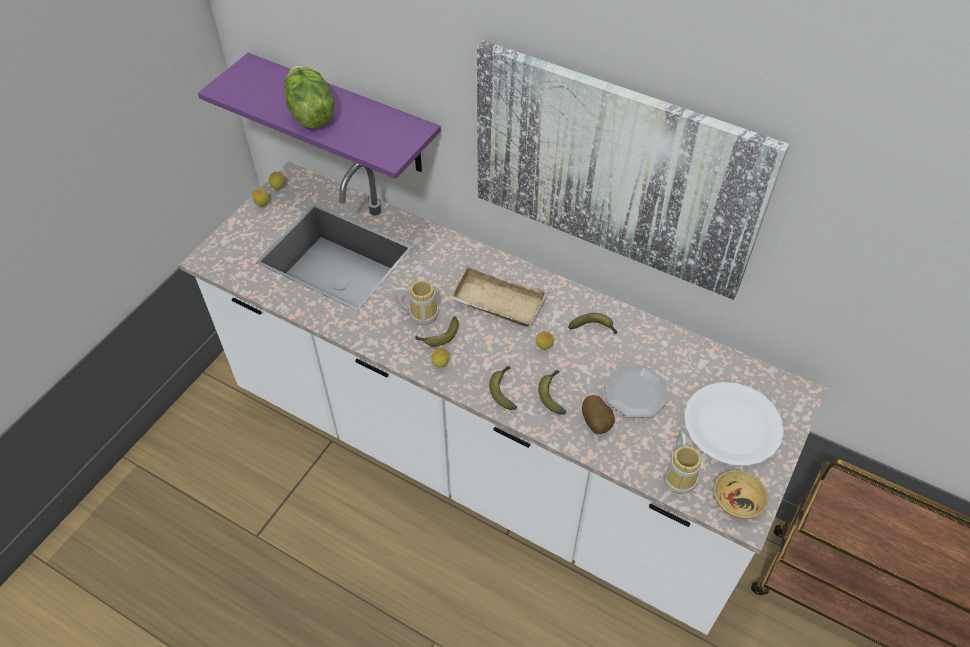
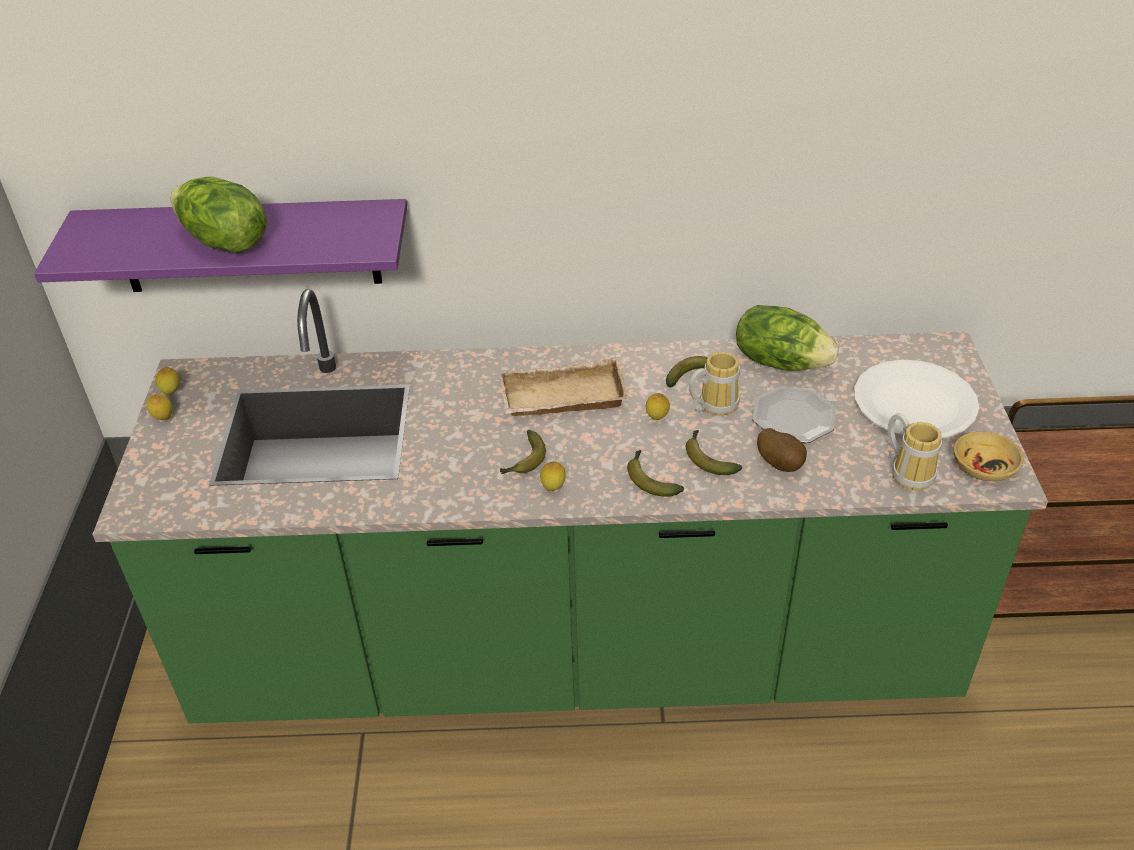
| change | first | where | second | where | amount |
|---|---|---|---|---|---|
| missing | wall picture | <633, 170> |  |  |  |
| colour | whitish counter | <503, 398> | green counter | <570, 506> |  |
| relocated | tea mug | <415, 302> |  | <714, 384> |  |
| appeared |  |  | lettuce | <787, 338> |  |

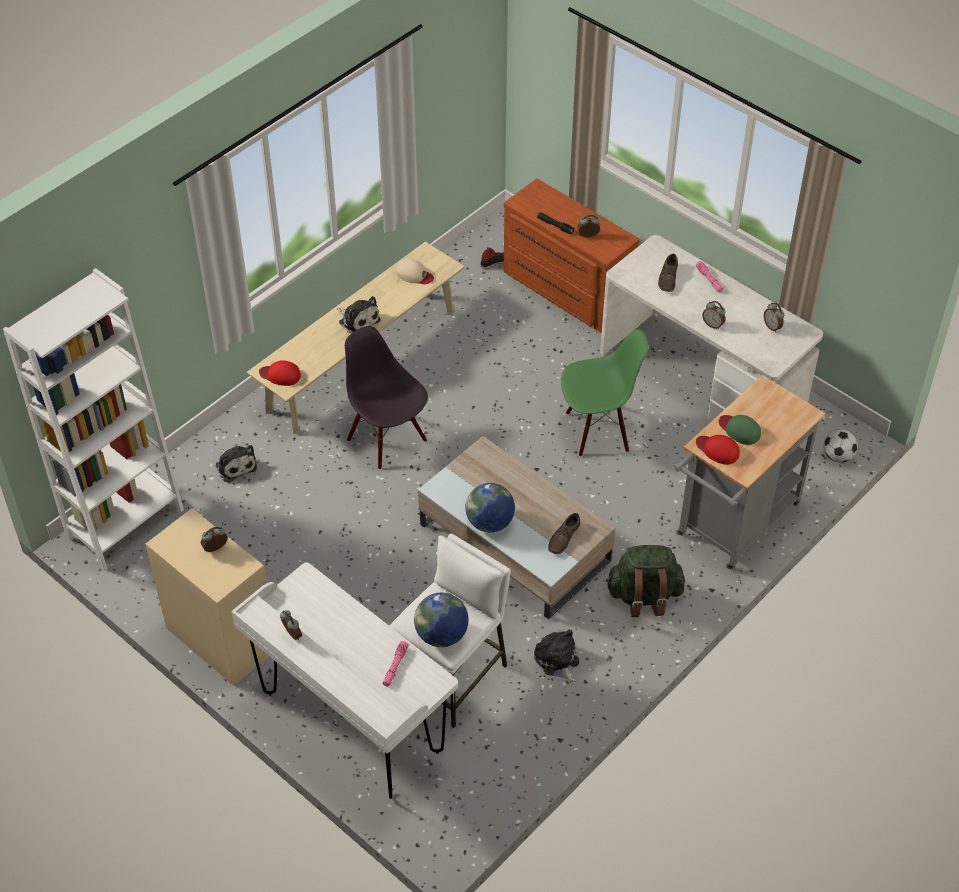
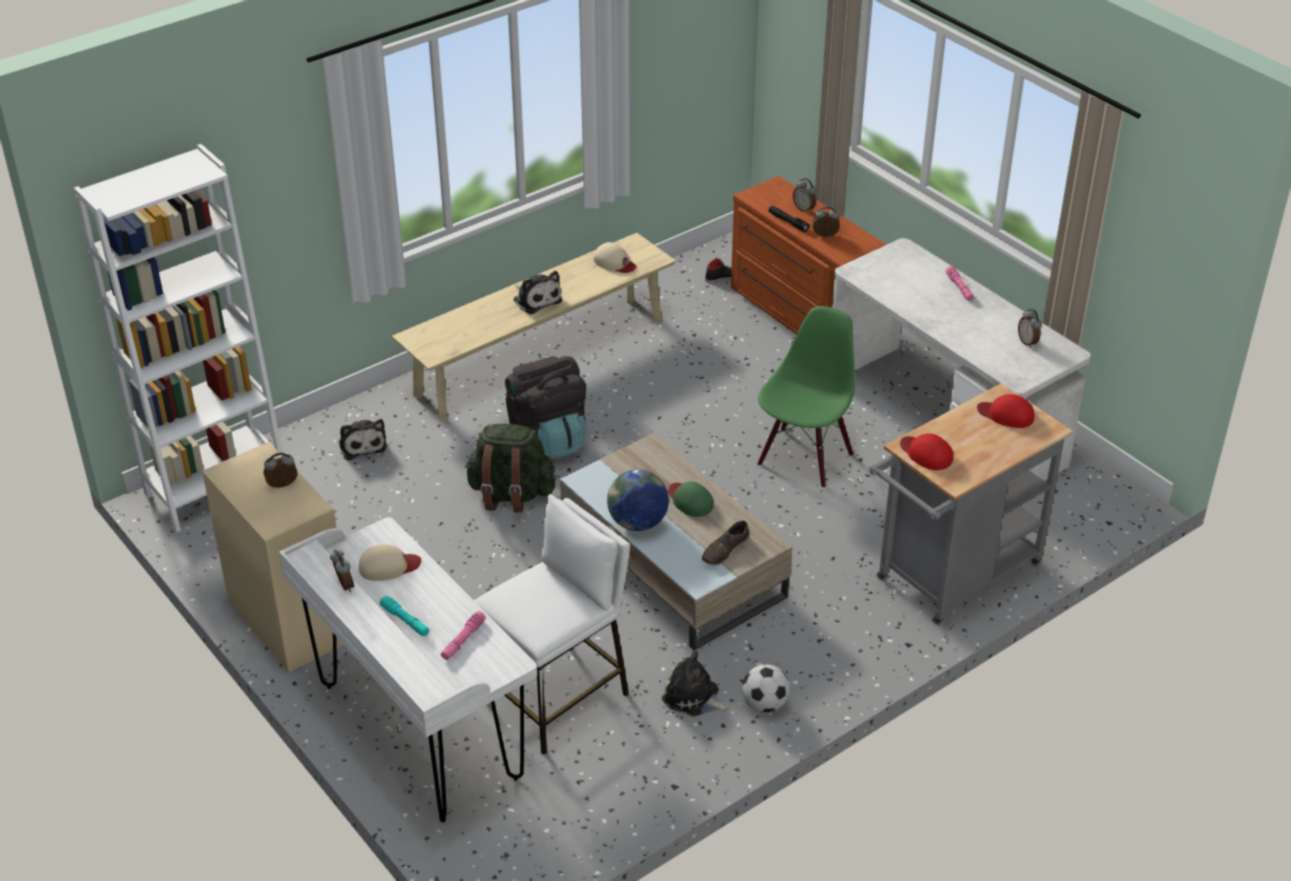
| change | first | where | second | where | amount |
|---|---|---|---|---|---|
| missing | brown item of footwear | <668, 273> |  |  |  |
| relocated | table clock | <714, 315> |  | <804, 195> |  |
| exchanged | black upright chair | <386, 398> | black rucksack | <545, 407> |  |
| spun | green upright chair | <604, 393> |  | <806, 397> | 60 degrees counterclockwise |
| relocated | reddish baseball cap | <280, 373> |  | <1005, 411> |  |
| relocated | green baseball cap | <740, 430> |  | <691, 499> |  |
| relocated | football ball | <841, 446> |  | <766, 688> |  |
| relocated | green rucksack | <645, 581> |  | <510, 468> |  |
| missing | world globe | <441, 620> |  |  |  |
| spun | plush toy | <556, 656> |  | <696, 683> | 45 degrees counterclockwise |
| appeared |  |  | beige baseball cap | <390, 562> |  |
| appeared |  |  | turquoise-coloured torch | <404, 616> |  |

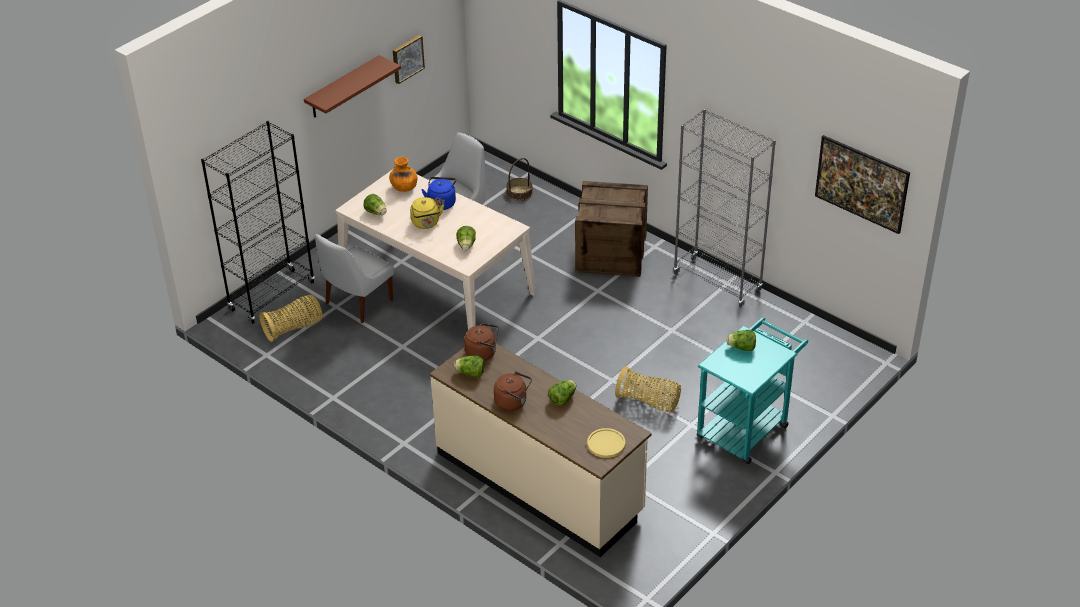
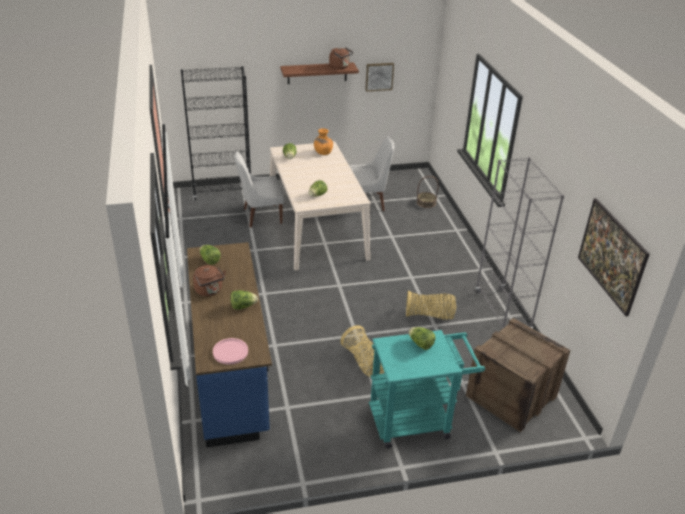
| change | first | where | second | where | amount |
|---|---|---|---|---|---|
| missing | blue water kettle | <438, 193> |  |  |  |
| relocated | crate | <611, 229> |  | <518, 375> |  |
| missing | yellowish water kettle | <427, 213> |  |  |  |
| relocated | household basket | <291, 318> |  | <431, 305> |  |
| relocated | brown water kettle | <481, 342> |  | <341, 58> |  |
| colour | beige counter | <541, 450> | blue counter | <229, 345> |  |
| colour | yellowish dinner plate | <606, 443> | pinkish dinner plate | <230, 351> |  |

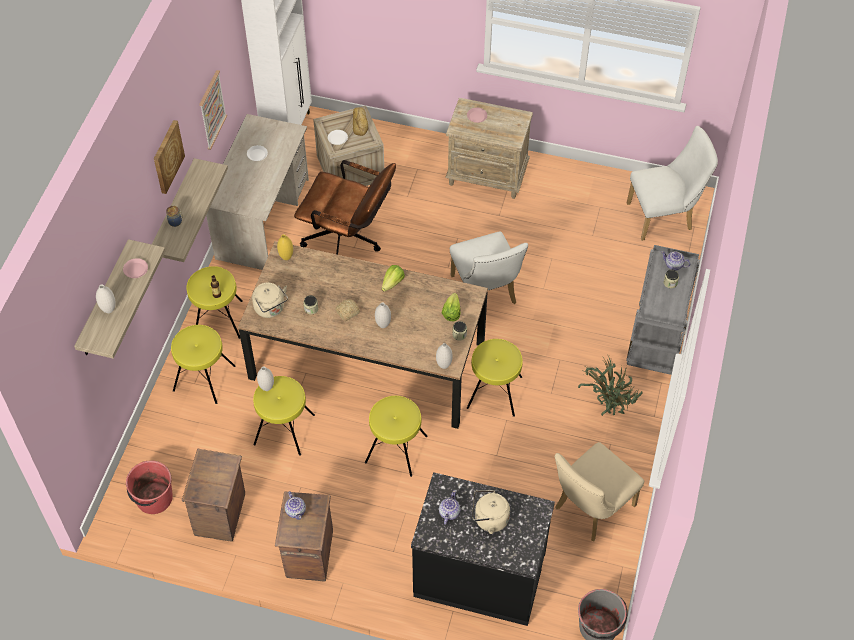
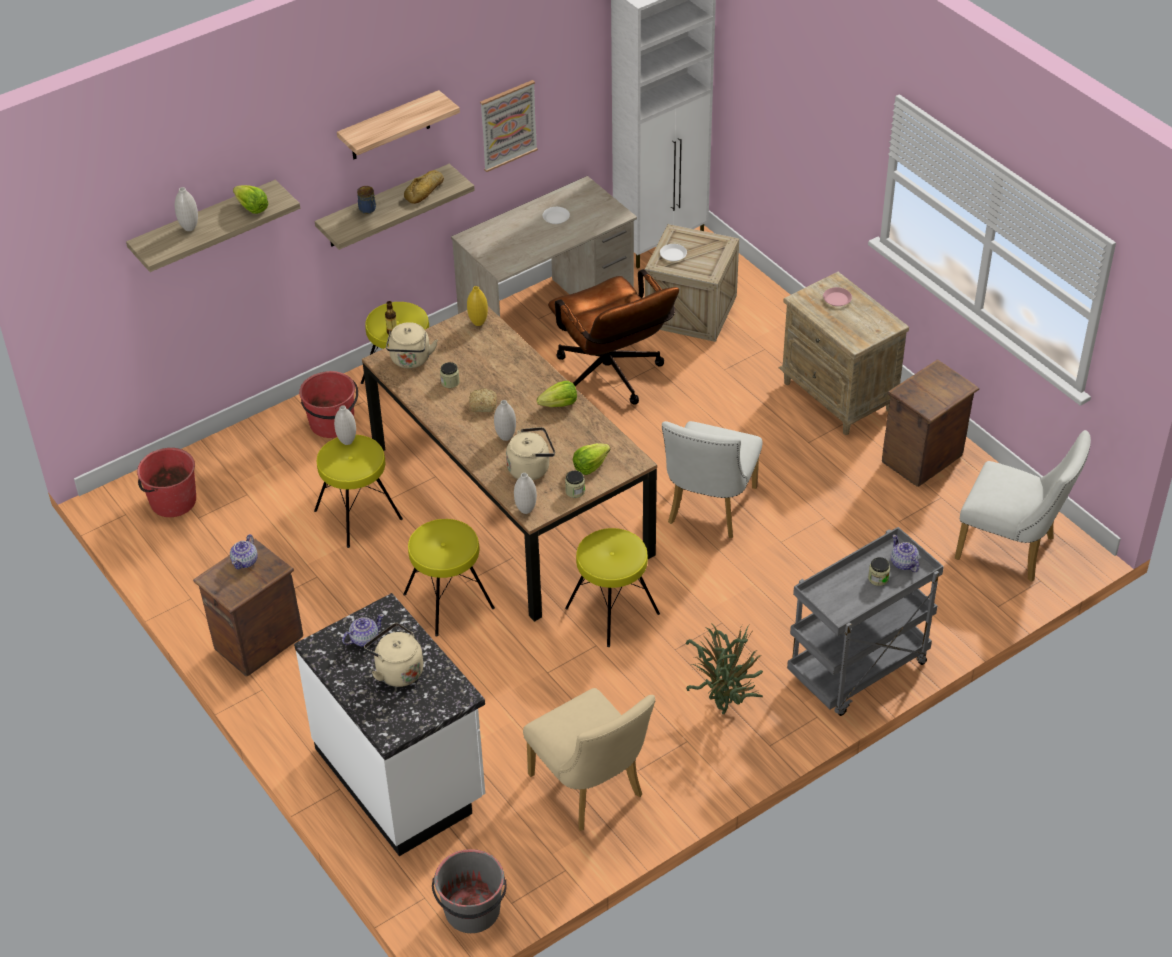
| change | first | where | second | where | amount |
|---|---|---|---|---|---|
| relocated | bread | <360, 121> |  | <424, 187> |  |
| exchanged | wall picture | <169, 157> | shelf | <398, 124> |  |
| exchanged | pinkish dinner plate | <135, 268> | lettuce | <250, 199> |  |
| exchanged | yellowish stool seat | <203, 364> | reddish water bucket | <328, 404> |  |
| spun | beige upright chair | <599, 491> |  | <589, 759> | 120 degrees counterclockwise |
| relocated | crate | <213, 495> |  | <930, 423> |  |
| colour | black counter | <483, 549> | whitish counter | <389, 724> |  |
| appeared |  |  | beige water kettle | <530, 453> |  |

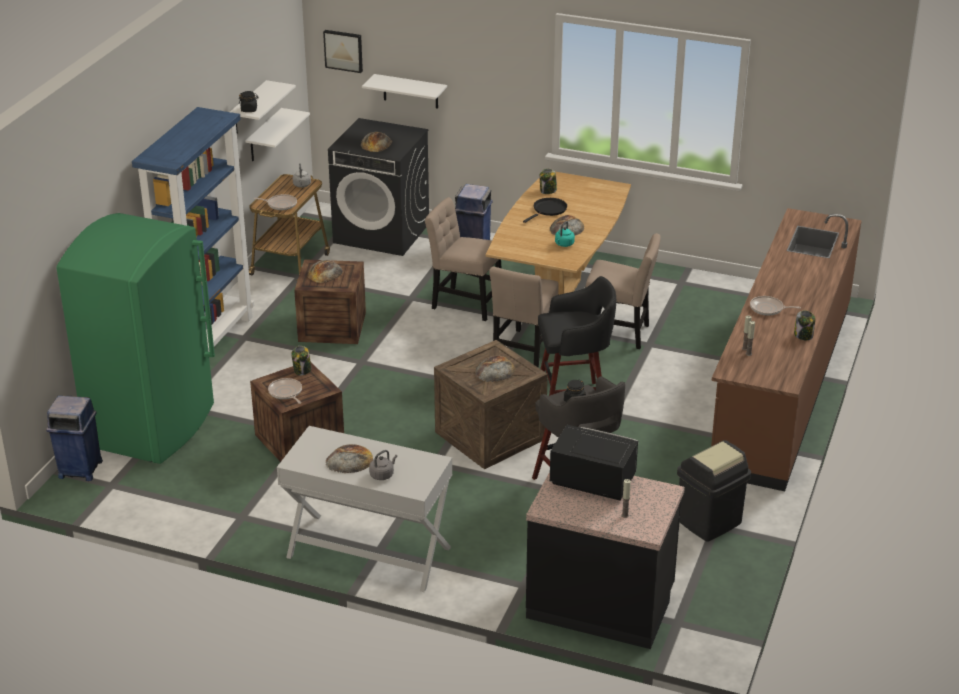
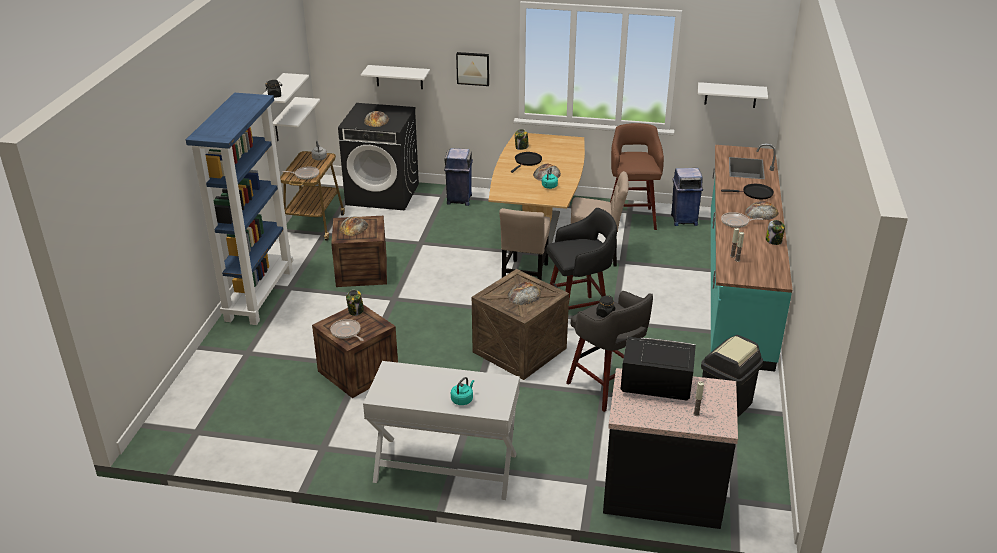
| change | first | where | second | where | amount |
|---|---|---|---|---|---|
| relocated | wall picture | <343, 51> |  | <472, 69> |  |
| missing | beige upright chair | <463, 259> |  |  |  |
| colour | brown counter | <786, 349> | turquoise-coloured counter | <752, 257> |  |
| missing | green kitchen fridge | <135, 338> |  |  |  |
| relocated | blue waste bin | <74, 438> |  | <687, 197> |  |
| relocated | bread | <349, 458> |  | <762, 210> |  |
| colour | gray water kettle | <383, 465> | turquoise-coloured water kettle | <462, 391> |  |
| appeared |  |  | whitish shelf | <733, 95> |  |
| appeared |  |  | brown stool seat | <637, 176> |  |
| appeared |  |  | black skillet | <747, 191> |  |

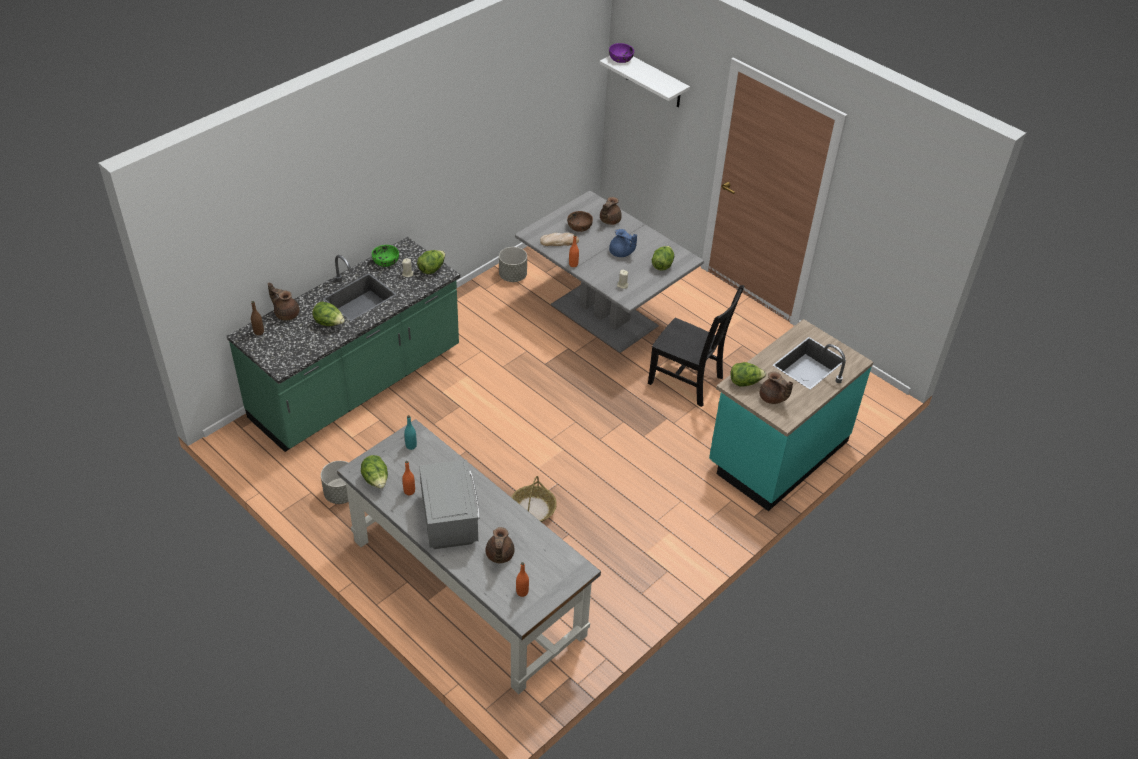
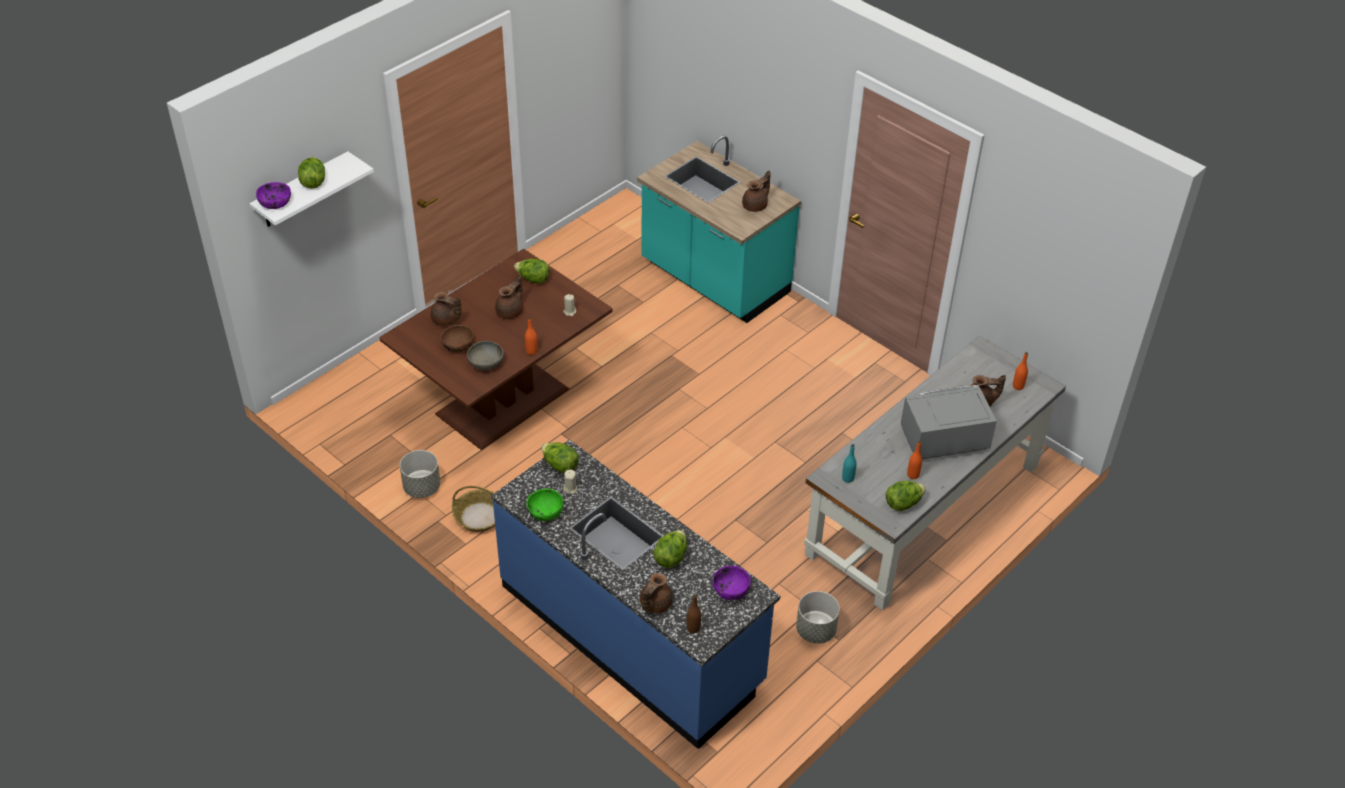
| change | first | where | second | where | amount |
|---|---|---|---|---|---|
| colour | gray dinner table | <609, 272> | brown dinner table | <496, 349> |  |
| colour | blue pot for tea | <623, 243> | brown pot for tea | <509, 296> |  |
| exchanged | bread | <559, 239> | gray deep dish | <485, 355> |  |
| colour | green counter | <343, 344> | blue counter | <635, 594> |  |
| missing | black upright chair | <696, 346> |  |  |  |
| relocated | lettuce | <748, 374> |  | <311, 173> |  |
| relocated | household basket | <534, 499> |  | <473, 509> |  |
| appeared |  |  | purplish deep dish | <732, 583> |  |

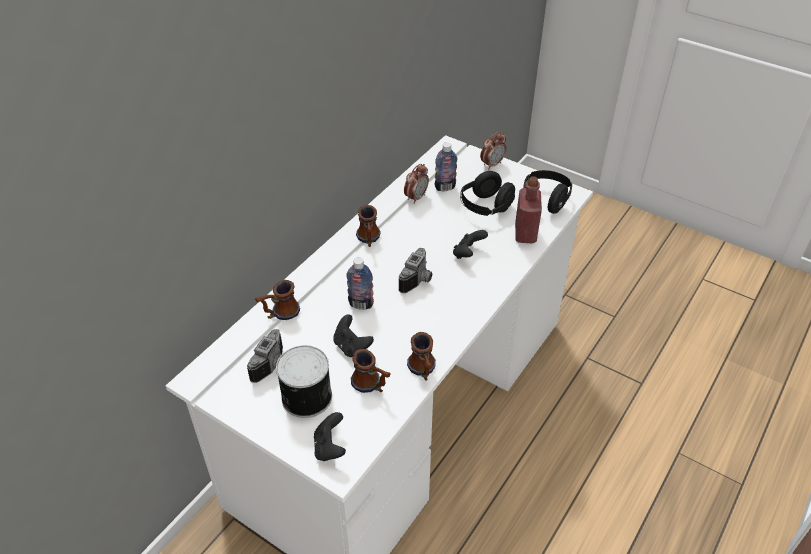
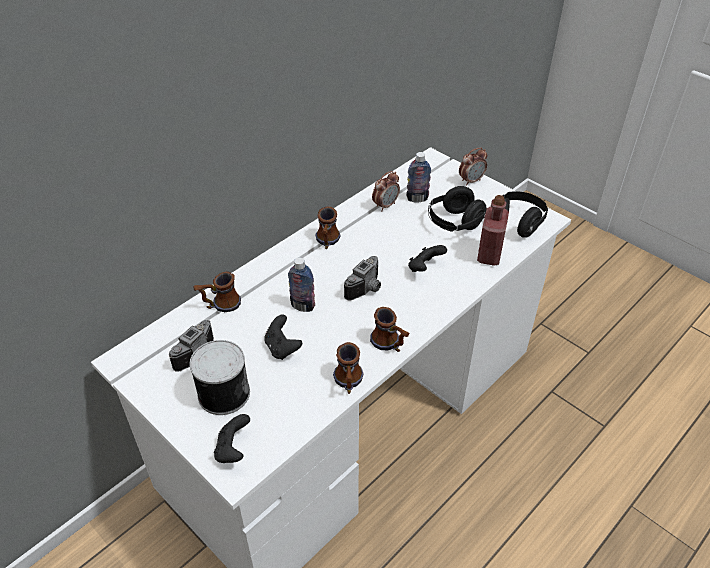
| change | first | where | second | where | amount |
|---|---|---|---|---|---|
| relocated | tea mug | <370, 371> |  | <389, 329> |  |

